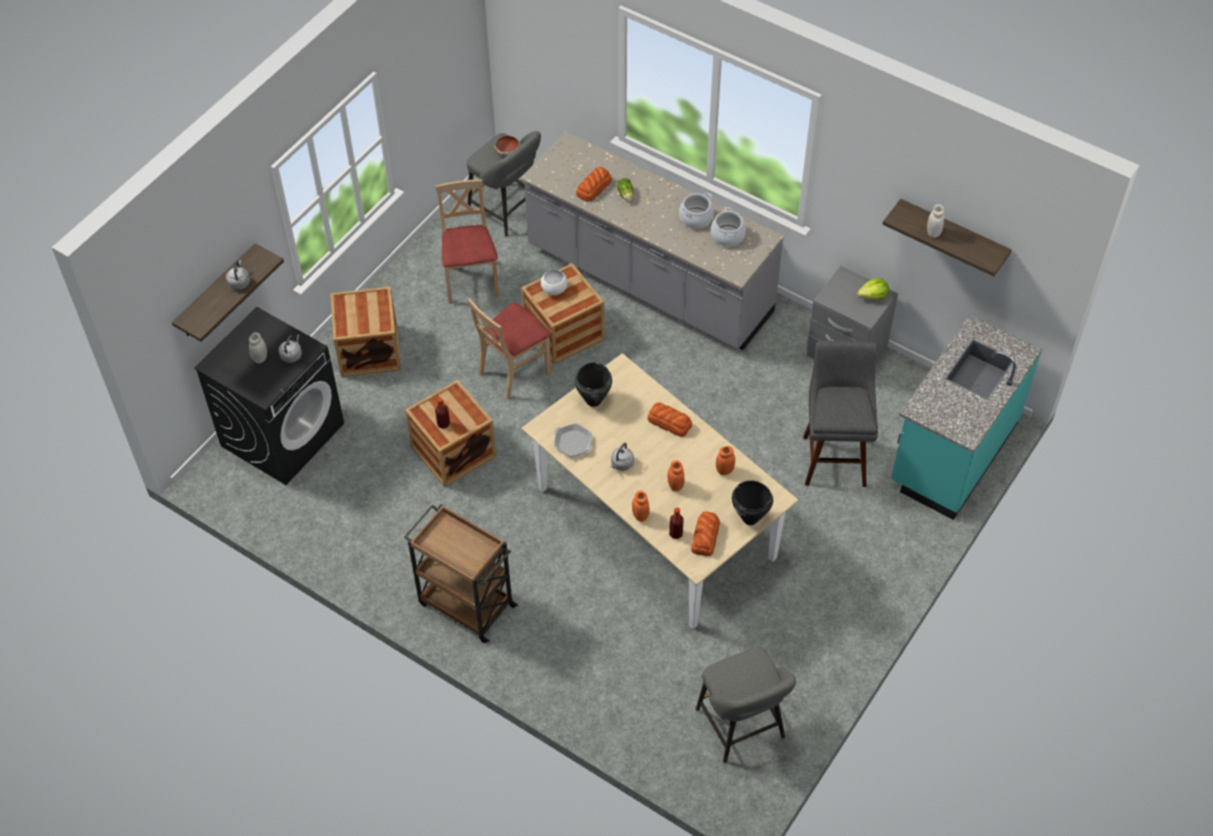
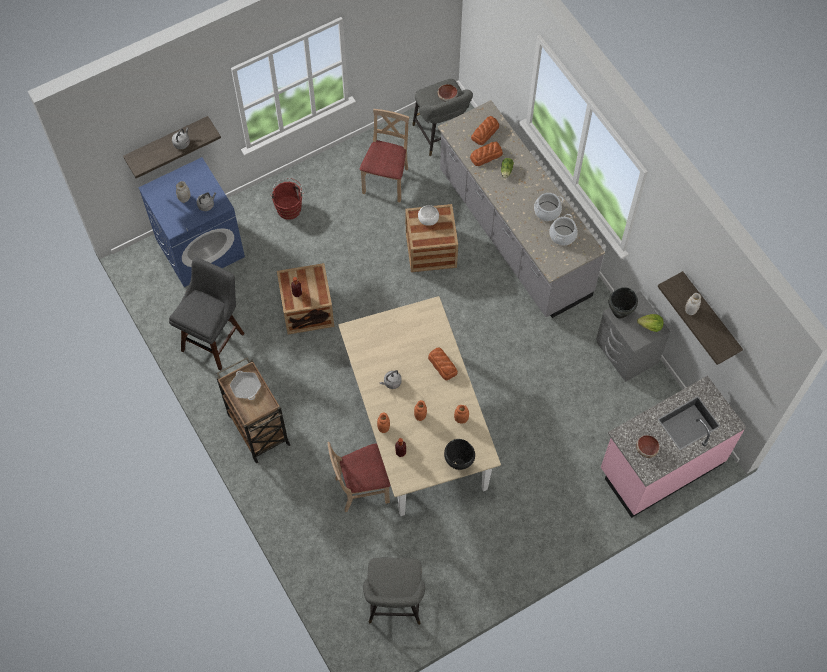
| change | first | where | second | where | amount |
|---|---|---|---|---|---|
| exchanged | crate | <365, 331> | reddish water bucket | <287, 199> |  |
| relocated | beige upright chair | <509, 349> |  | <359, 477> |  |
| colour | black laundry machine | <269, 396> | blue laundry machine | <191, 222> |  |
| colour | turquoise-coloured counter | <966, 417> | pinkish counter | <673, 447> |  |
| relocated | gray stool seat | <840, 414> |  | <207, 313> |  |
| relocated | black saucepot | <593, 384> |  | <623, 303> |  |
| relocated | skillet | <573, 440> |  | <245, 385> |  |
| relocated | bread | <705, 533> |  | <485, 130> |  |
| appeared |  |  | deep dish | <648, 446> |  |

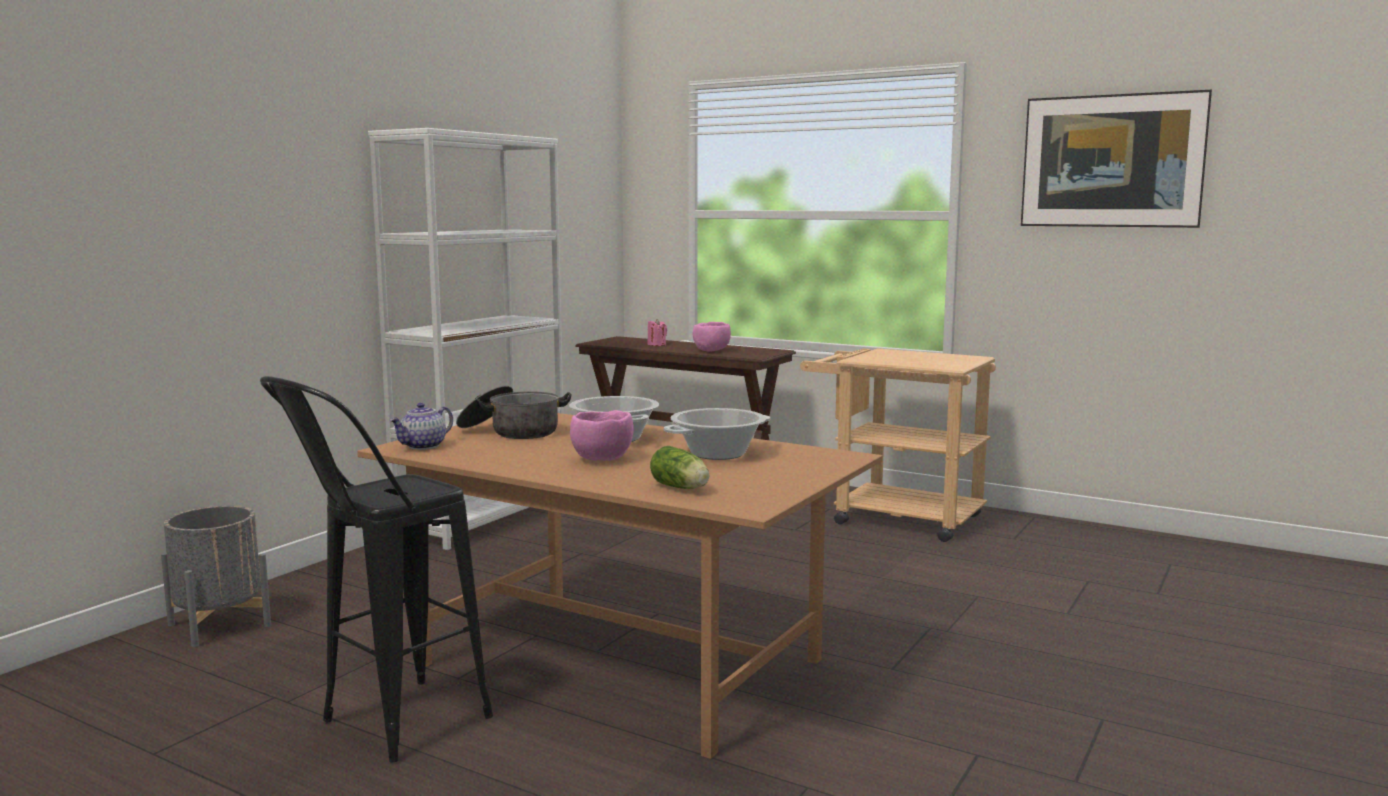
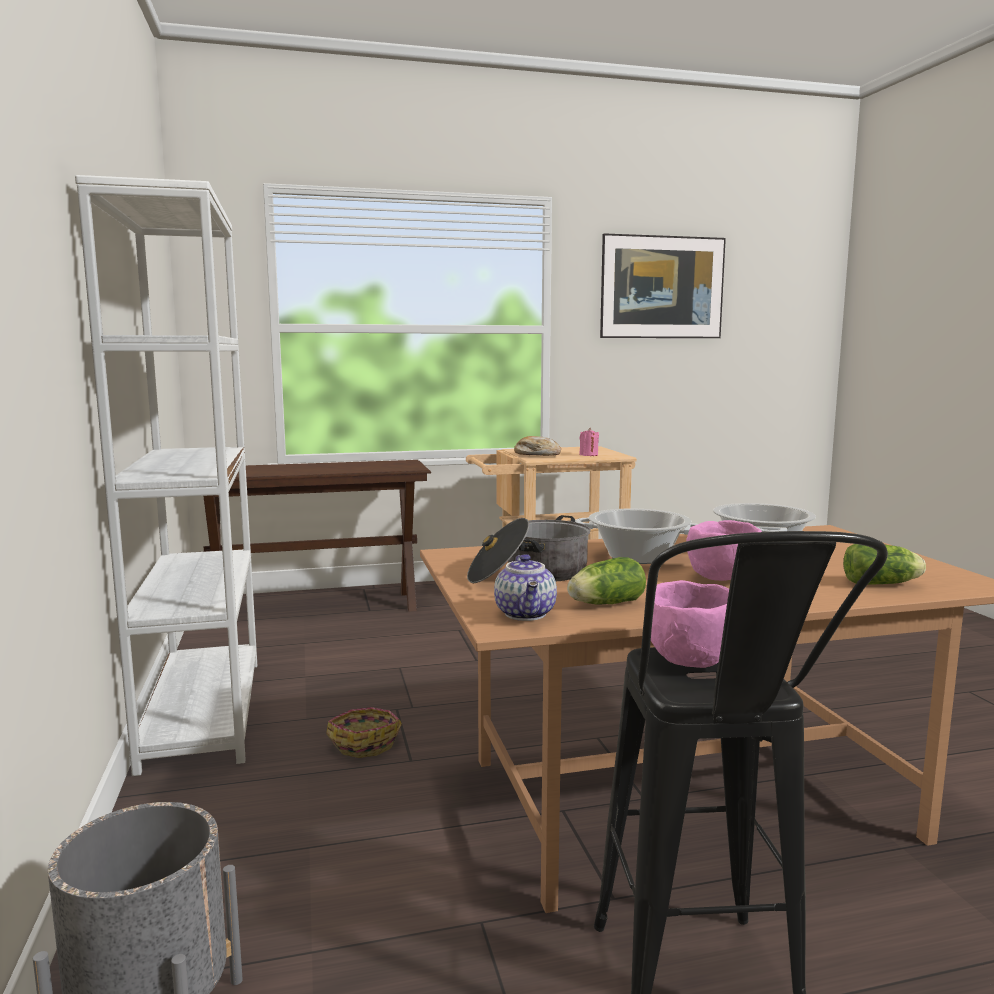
| change | first | where | second | where | amount |
|---|---|---|---|---|---|
| relocated | pinkish wax light | <657, 332> |  | <589, 442> |  |
| relocated | pinkish deep dish | <712, 336> |  | <690, 624> |  |
| appeared |  |  | bread | <537, 446> |  |
| appeared |  |  | lettuce | <606, 580> |  |
| appeared |  |  | household basket | <364, 732> |  |

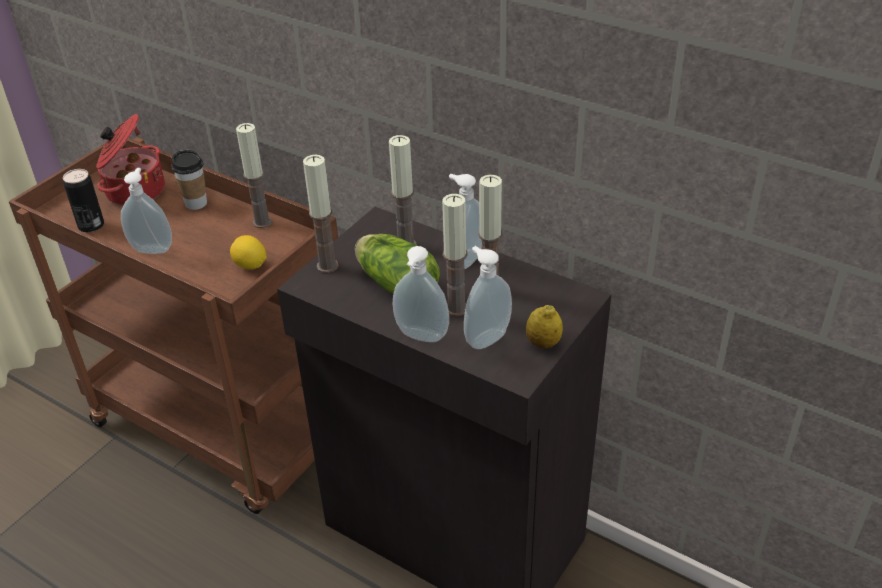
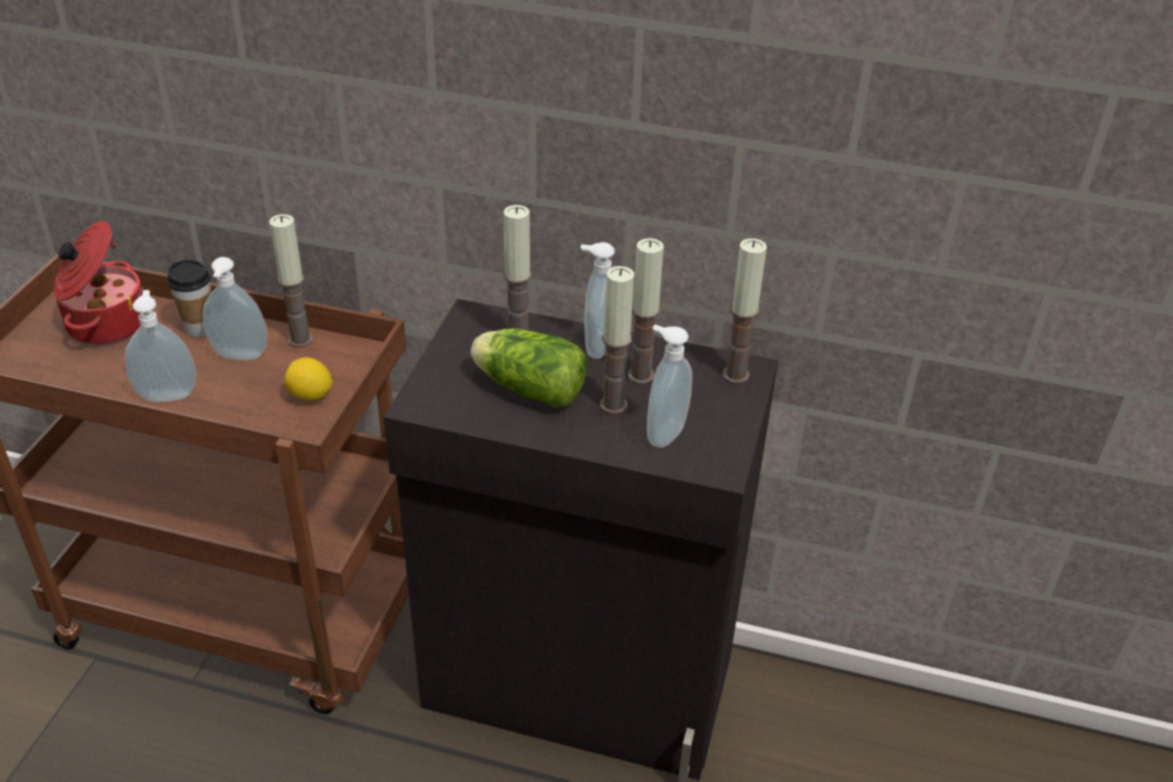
| change | first | where | second | where | amount |
|---|---|---|---|---|---|
| relocated | wax light | <321, 214> |  | <745, 311> |  |
| missing | metal can | <83, 200> |  |  |  |
| relocated | liquid soap bottle | <421, 294> |  | <235, 308> |  |
| missing | whole lemon | <544, 326> |  |  |  |

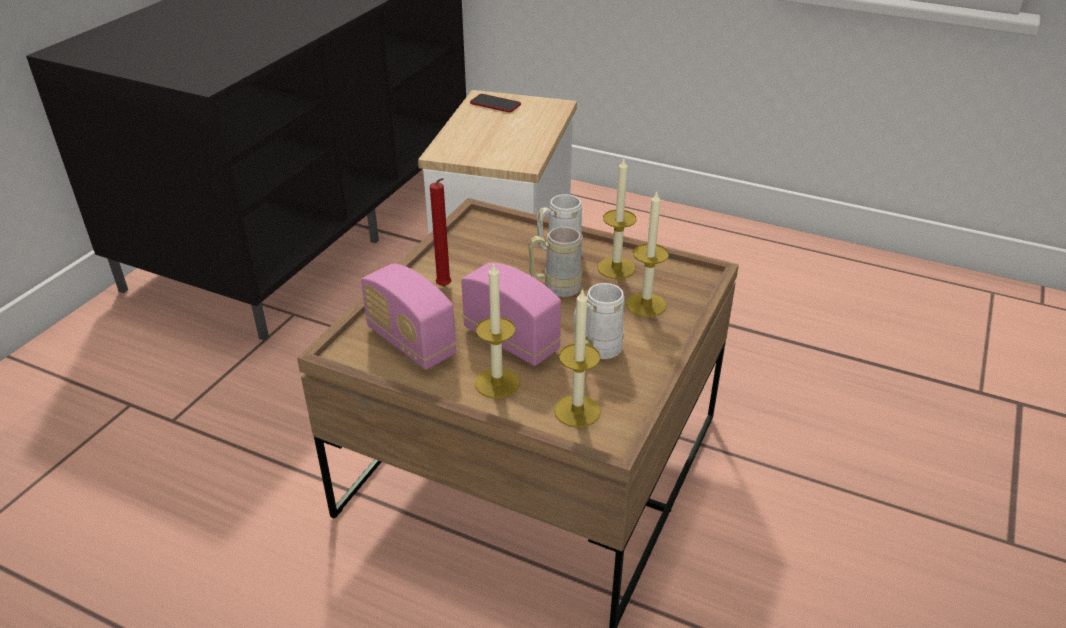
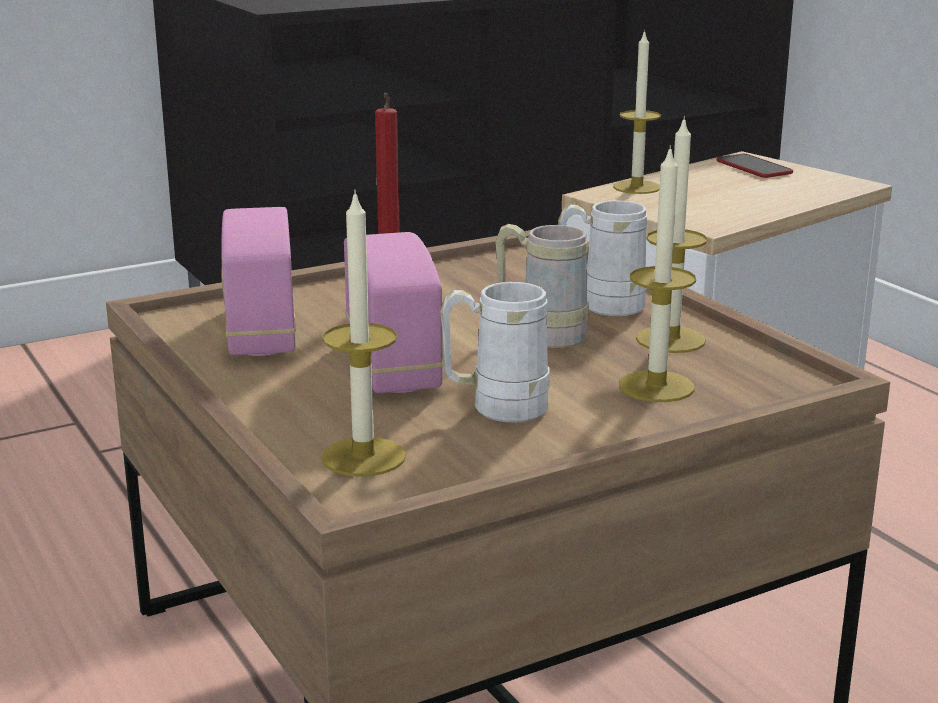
| change | first | where | second | where | amount |
|---|---|---|---|---|---|
| relocated | wax light | <497, 330> |  | <637, 111> |  |

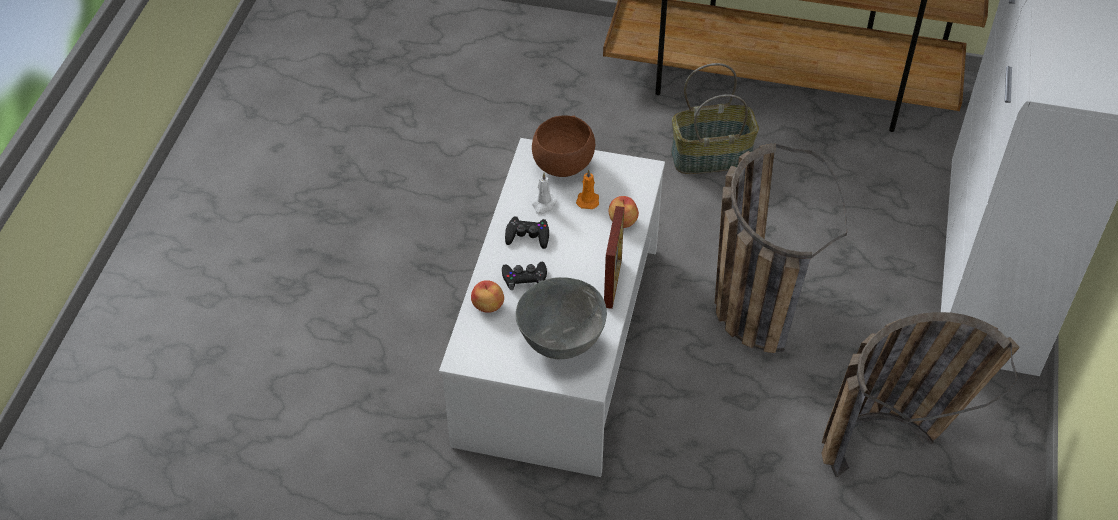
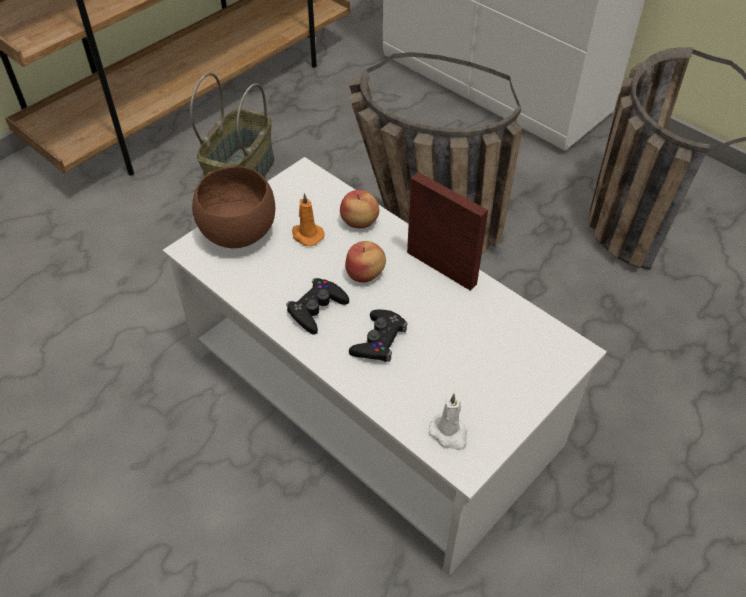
| change | first | where | second | where | amount |
|---|---|---|---|---|---|
| relocated | whitish wax light | <544, 194> |  | <448, 422> |  |
| missing | gray deep dish | <561, 318> |  |  |  |
| relocated | apple | <487, 296> |  | <365, 261> |  |

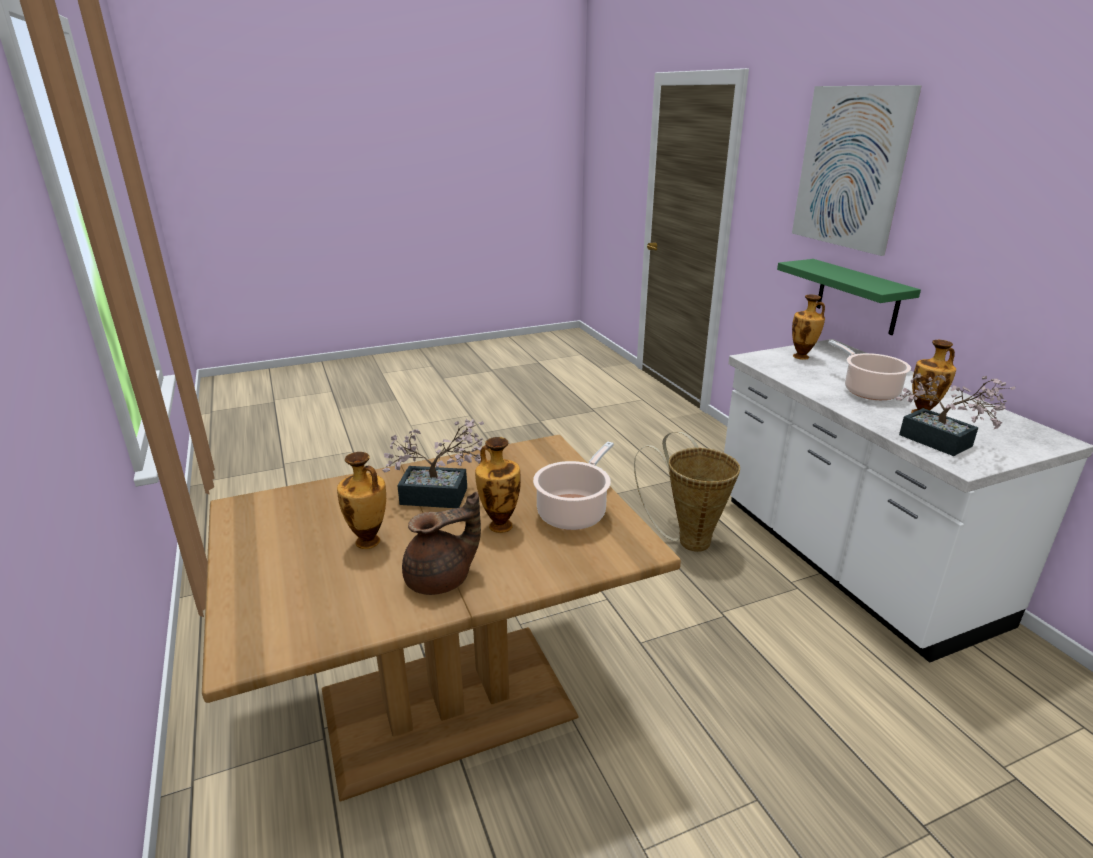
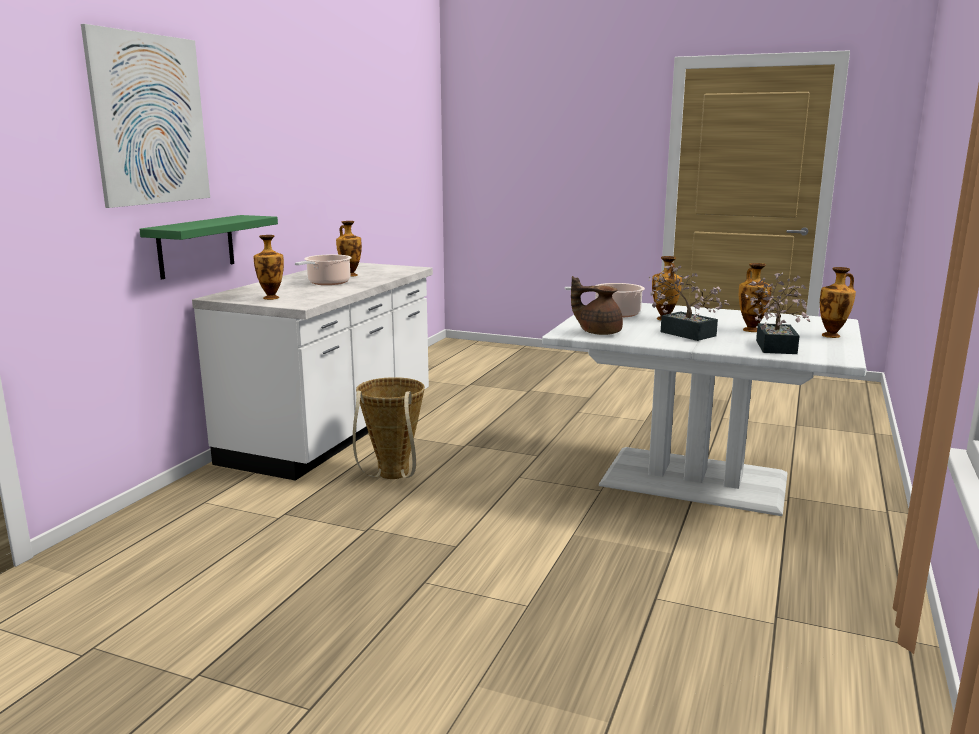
| change | first | where | second | where | amount |
|---|---|---|---|---|---|
| relocated | houseplant | <955, 414> |  | <777, 313> |  |
| colour | brown dinner table | <441, 618> | whitish dinner table | <704, 409> |  |
| relocated | brown pot for tea | <441, 543> |  | <597, 305> |  |
| appeared |  |  | flower vase | <838, 302> |  |

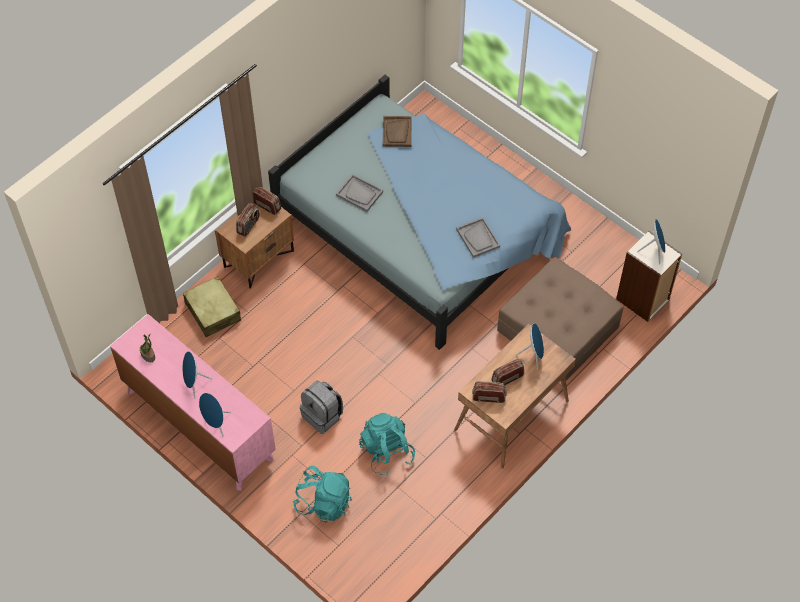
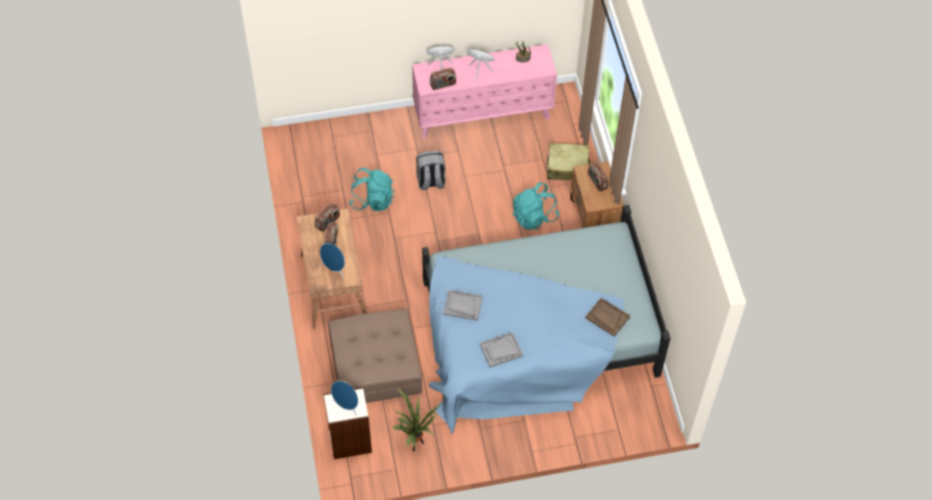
| change | first | where | second | where | amount |
|---|---|---|---|---|---|
| relocated | gray tray | <359, 193> |  | <501, 350> |  |
| relocated | radio set | <267, 201> |  | <443, 79> |  |
| relocated | turquoise-coloured rucksack | <322, 494> |  | <536, 206> |  |
| appeared |  |  | houseplant | <417, 419> |  |

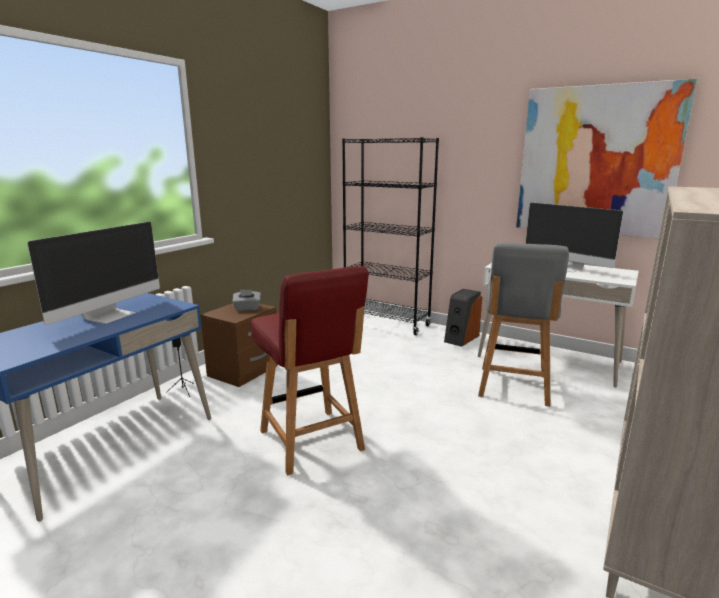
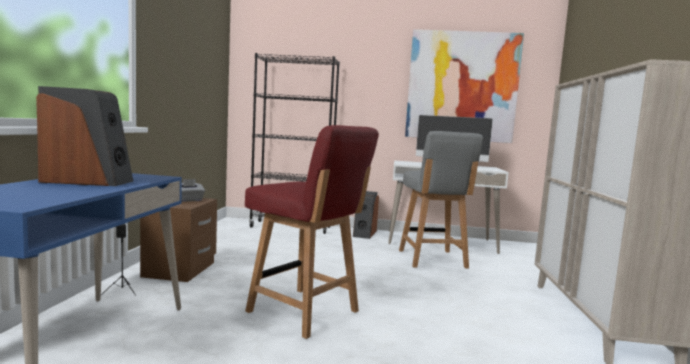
| change | first | where | second | where | amount |
|---|---|---|---|---|---|
| exchanged | monitor | <93, 273> | audio speaker | <84, 136> |  |

